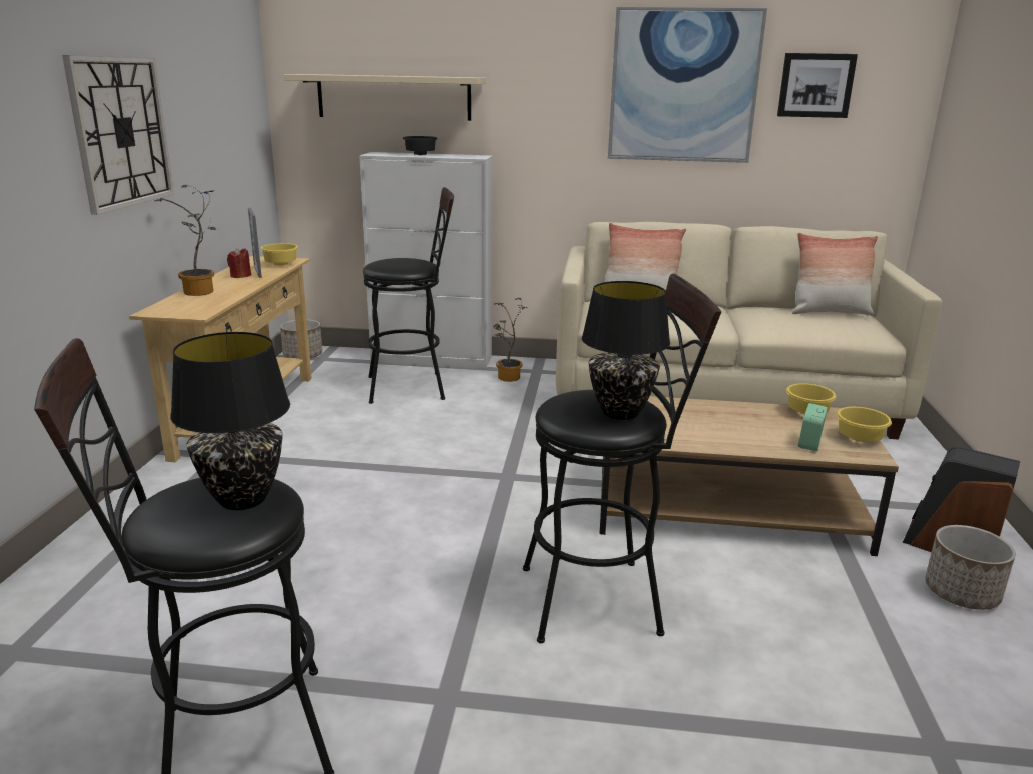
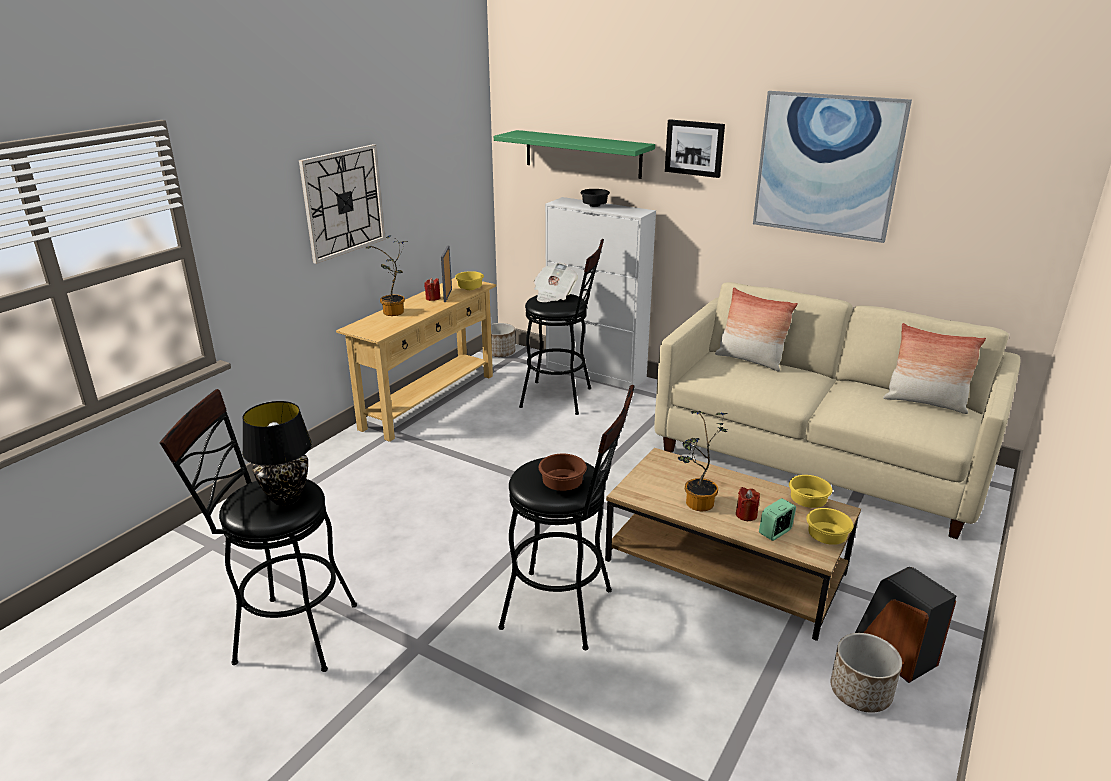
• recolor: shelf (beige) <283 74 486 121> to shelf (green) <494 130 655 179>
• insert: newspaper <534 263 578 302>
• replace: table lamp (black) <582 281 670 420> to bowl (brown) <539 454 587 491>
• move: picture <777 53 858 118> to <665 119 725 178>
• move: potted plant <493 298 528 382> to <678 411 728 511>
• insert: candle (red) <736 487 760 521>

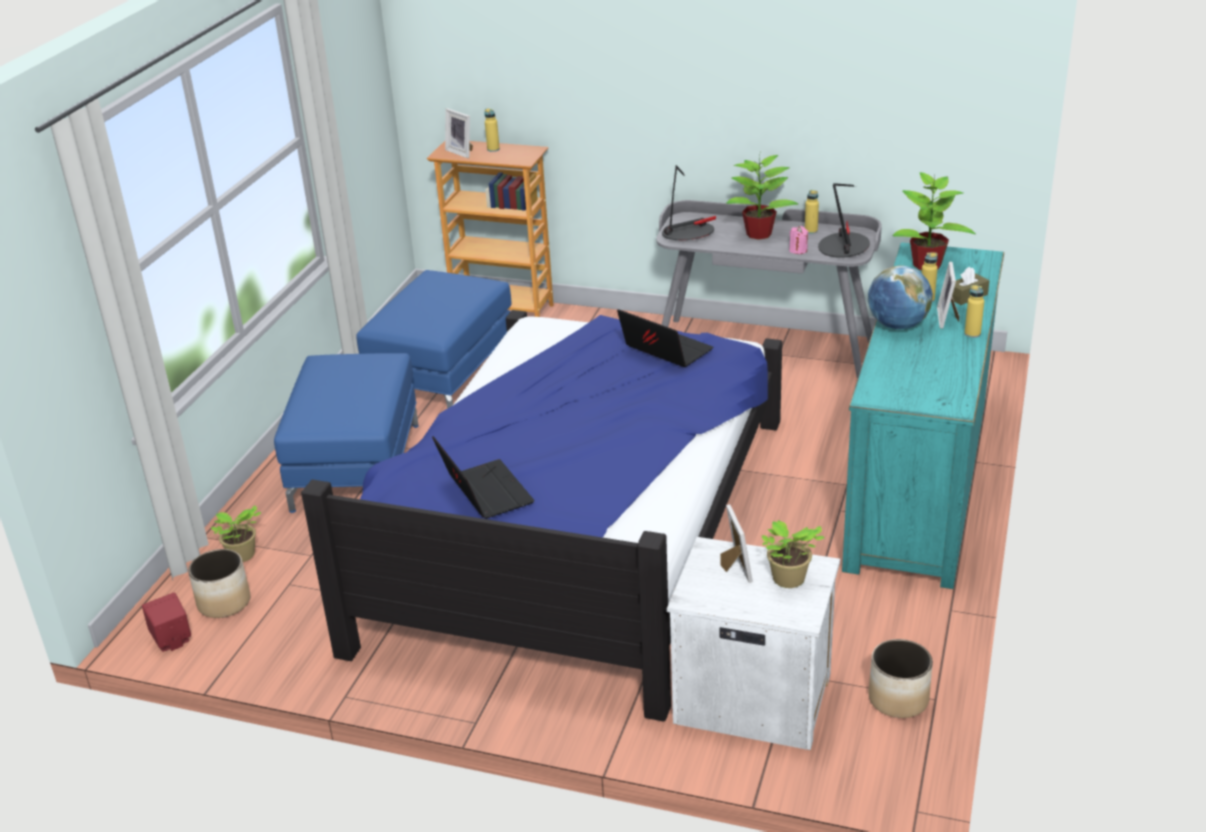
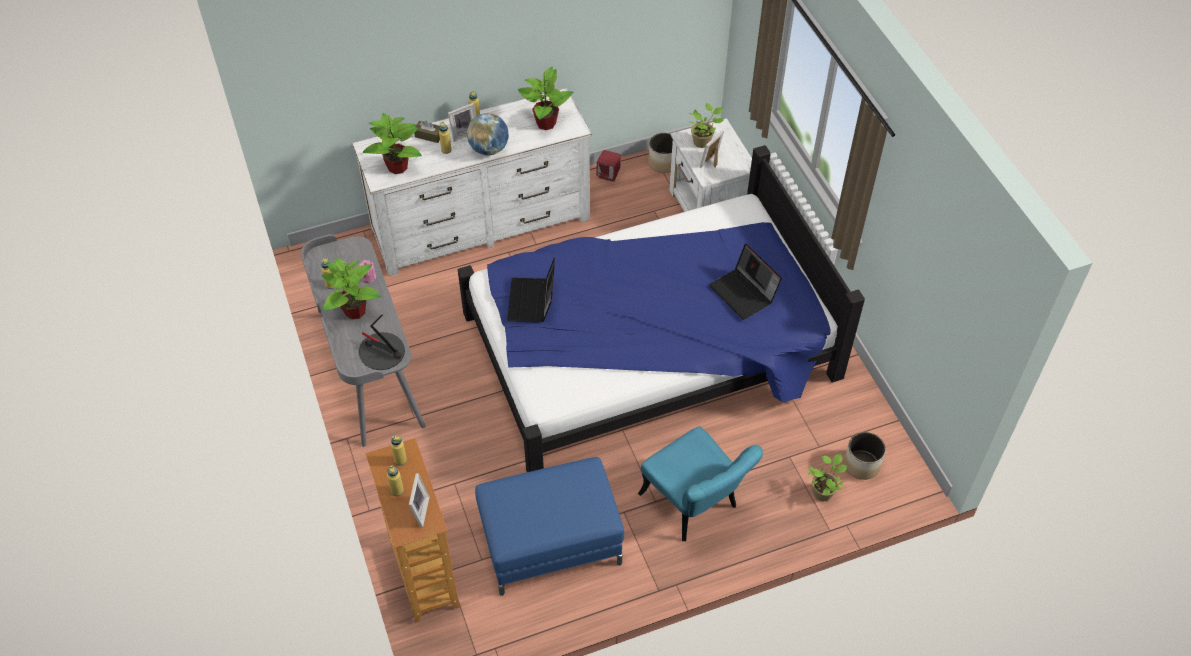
• recolor: dresser (turquoise) <842 242 1004 589> to dresser (white) <352 88 592 276>
• insert: bottle (yellow) <390 435 407 466>
• insert: potted plant <518 67 574 130>
• move: speaker (red) <142 593 191 652> to <596 150 621 182>
• replace: ottoman (blue) <274 353 418 513> to chair (turquoise) <638 426 763 541>
• rotate: laptop <432 436 535 519> = <709 244 782 320> 60 degrees counterclockwise
• delete: table lamp <818 183 870 258>

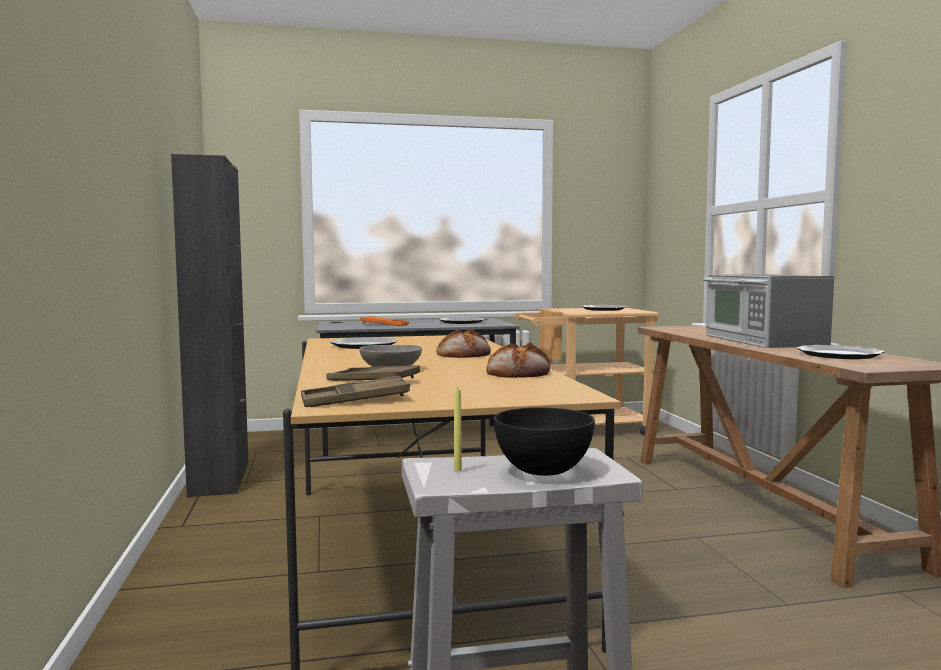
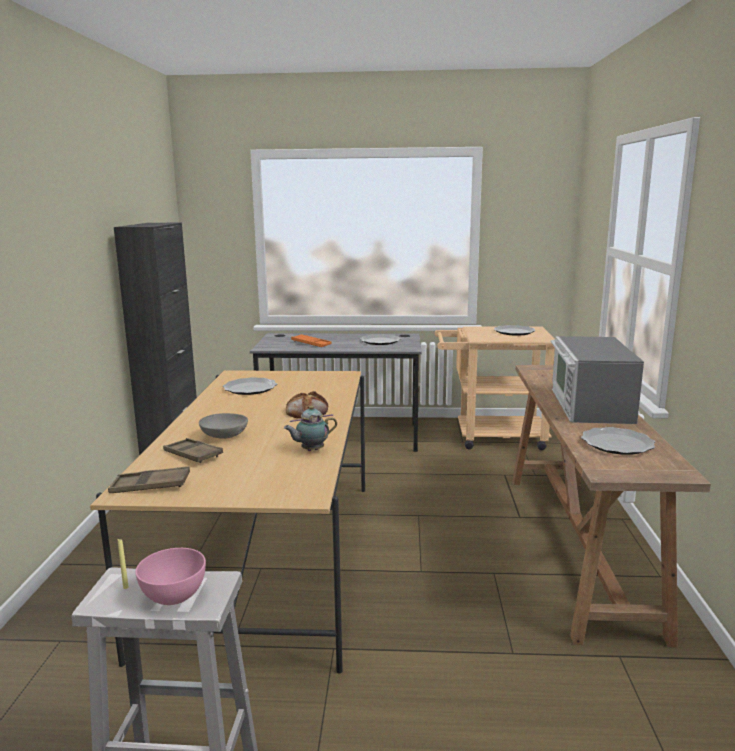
• recolor: bowl (black) <494 407 595 476> to bowl (pink) <135 548 206 605>
• replace: bread <486 343 550 378> to teapot <284 406 337 451>

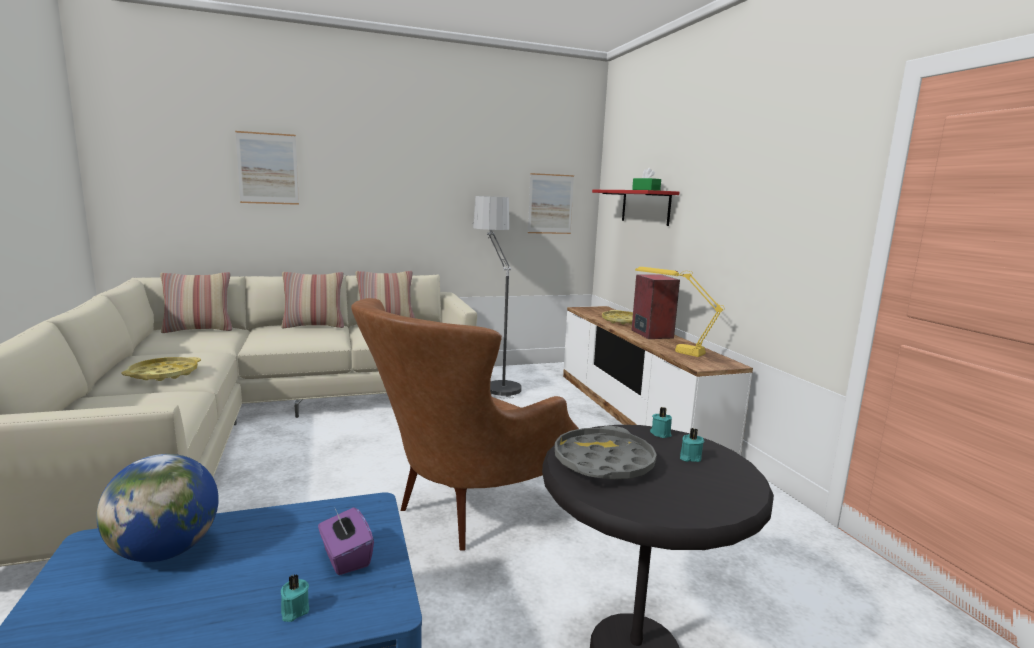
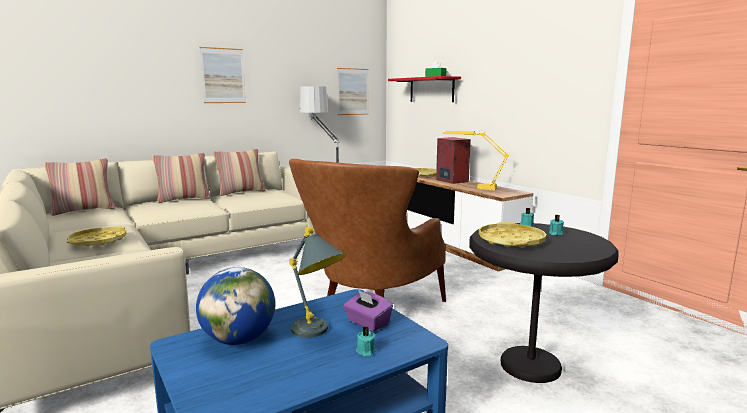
• move: picture <235 131 299 205> to <199 47 246 103>
• insert: table lamp (grey) <289 226 346 338>
• recolor: tray (grey) <555 426 657 480> to tray (yellow) <479 222 546 248>

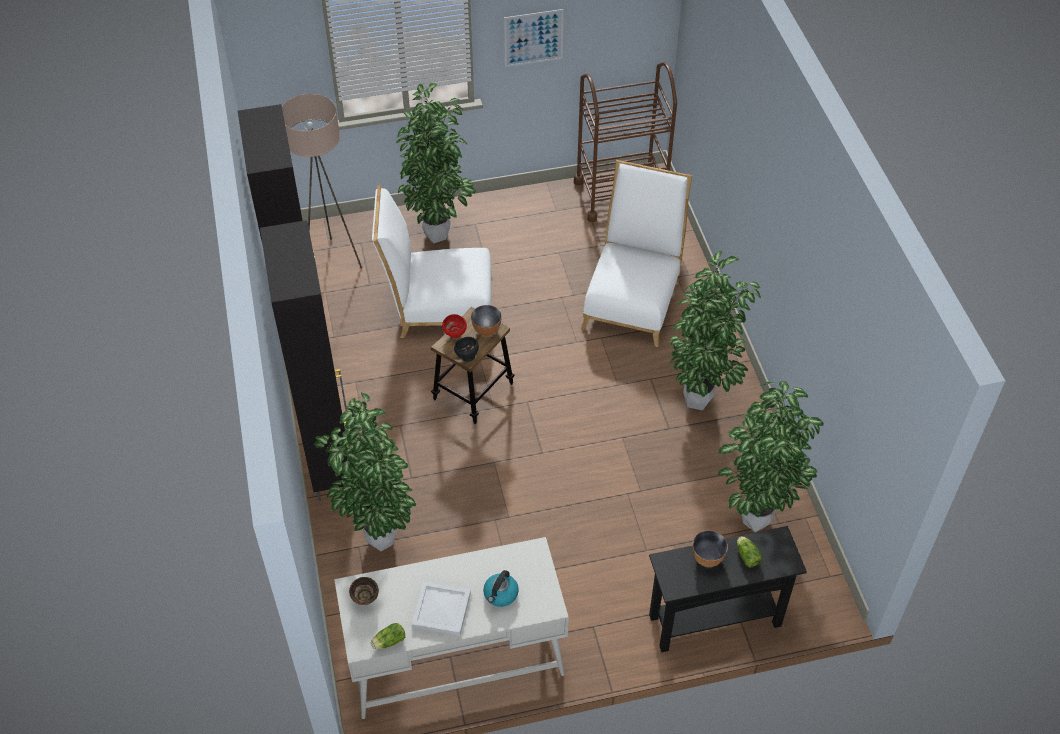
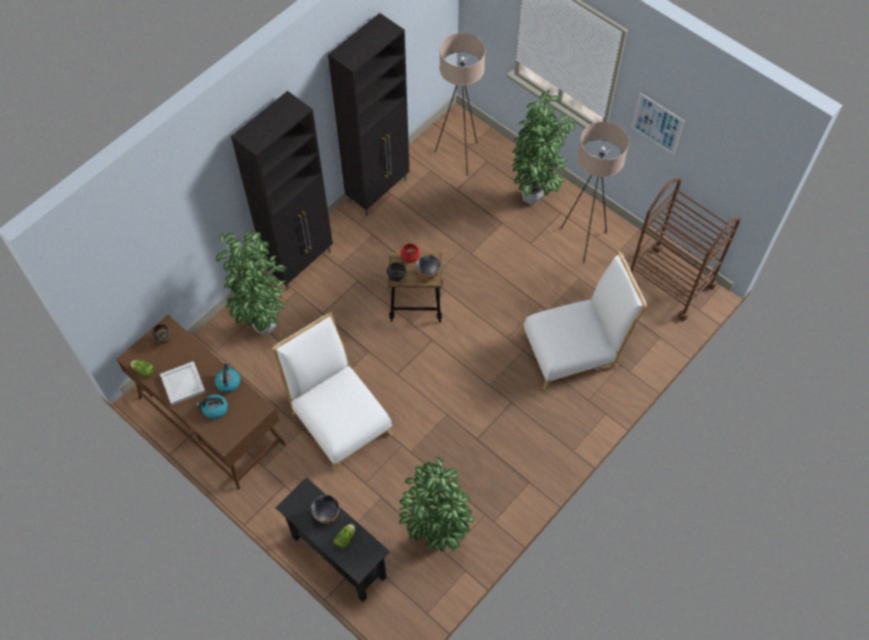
• recolor: desk (white) <334 537 569 719> to desk (brown) <117 315 285 490>
• insert: kettle <215 362 241 393>
• move: chair (white) <372 185 493 338> to <271 312 394 473>
• insert: floor lamp (beige) <560 122 629 263>
• delete: potted plant <669 251 761 411>

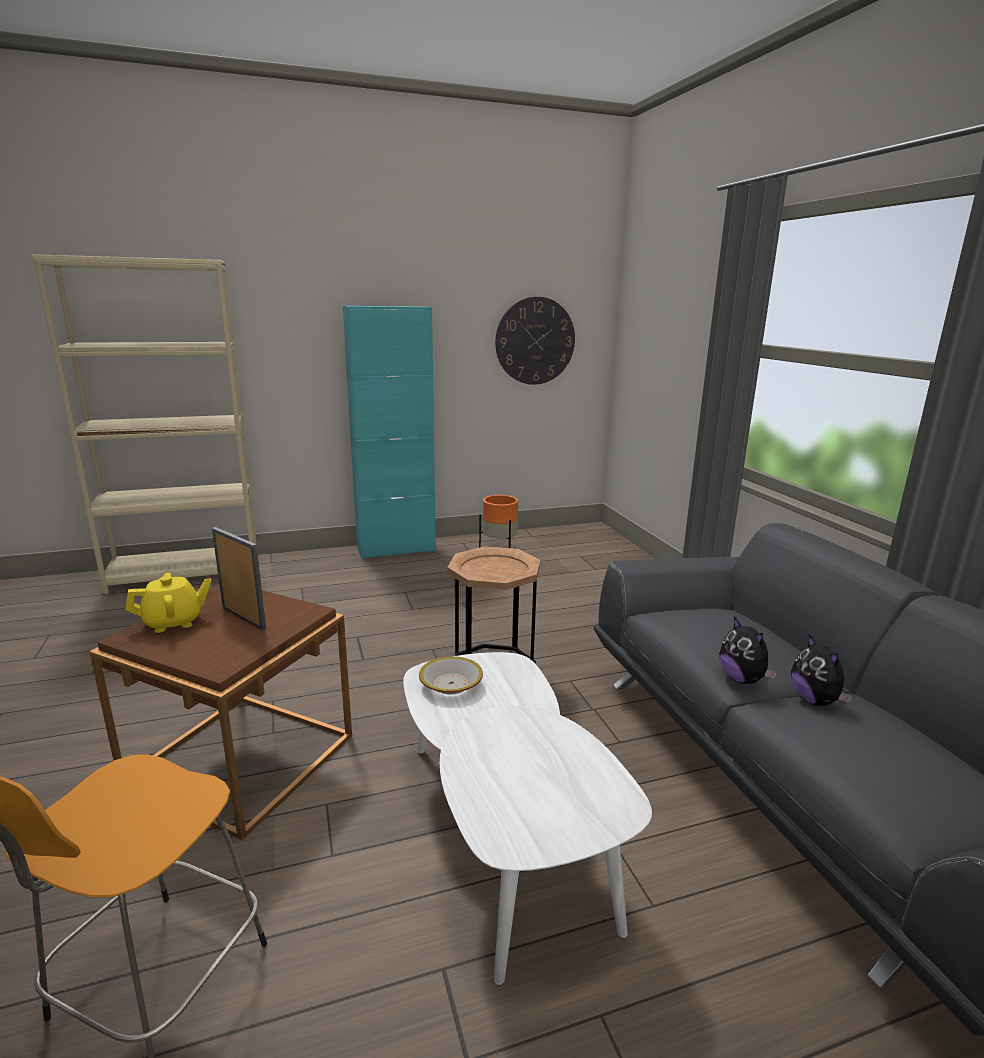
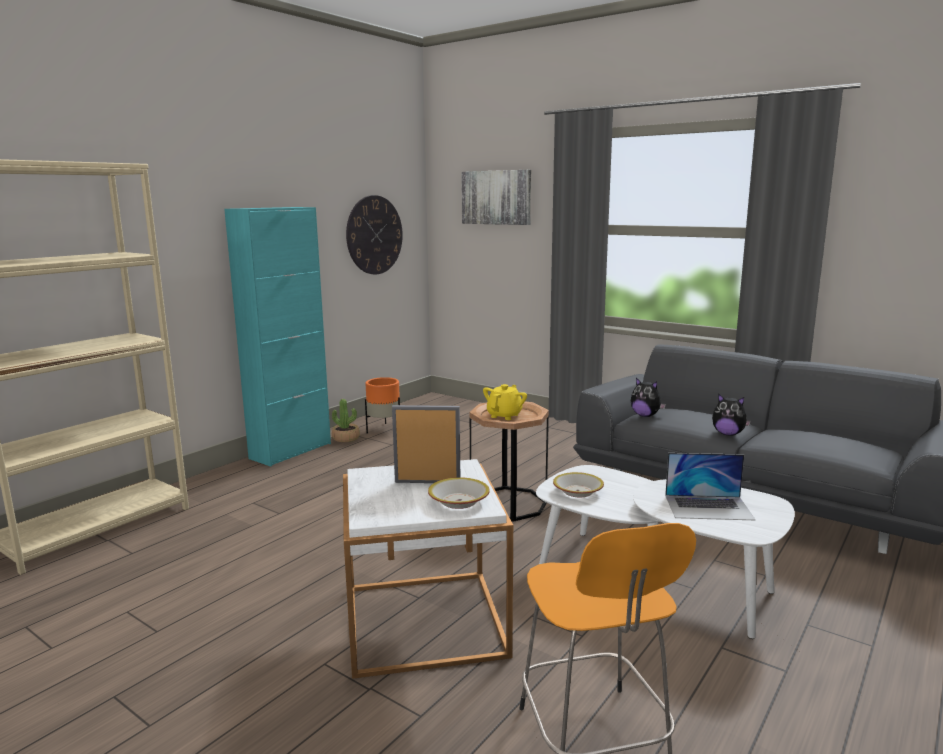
• insert: potted plant <332 399 360 442>
• recolor: side table (brown) <89 584 352 840> to side table (white) <343 459 513 679>
• insert: bowl <428 477 490 509>
• insert: picture <461 170 531 225>
• move: teapot (yellow) <125 573 211 633> to <483 384 527 420>
• move: plush toy <791 634 852 706> to <631 378 666 417>
• insert: laptop <665 453 755 520>

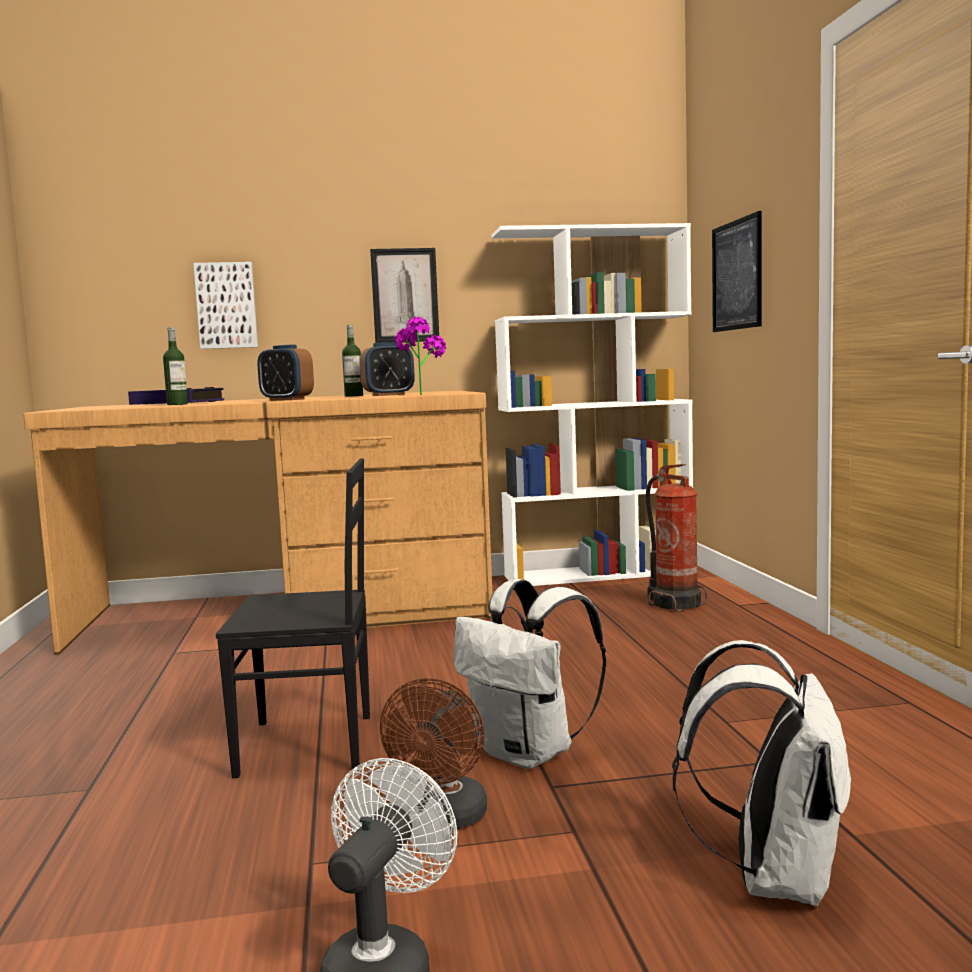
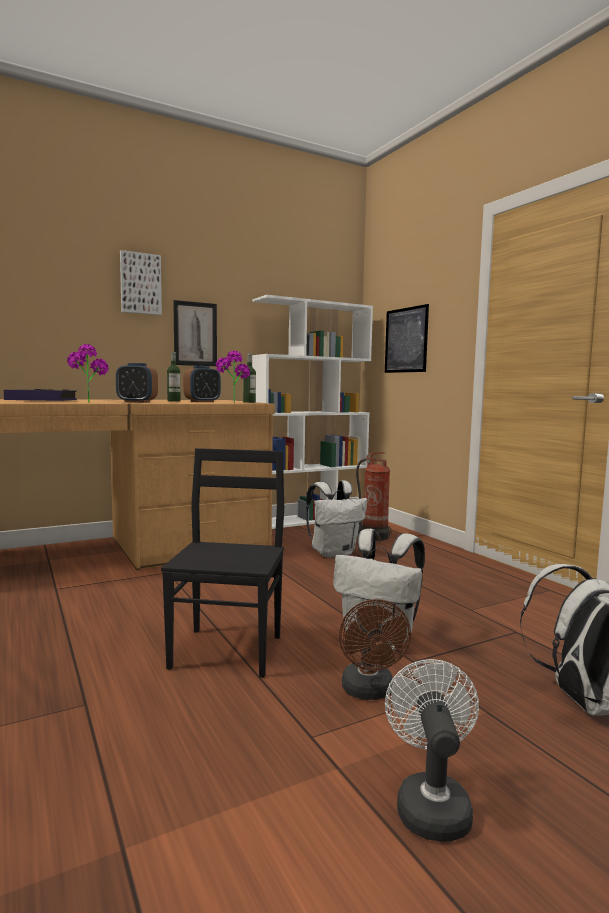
• insert: potted plant <67 344 109 403>
• move: picture <193 262 258 349> to <120 250 162 315>
• rotate: chair (black) <216 458 370 778> = <161 448 284 677> 60 degrees counterclockwise
• move: bottle <163 327 188 405> to <243 353 256 403>
• insert: backpack (white) <306 480 368 558>

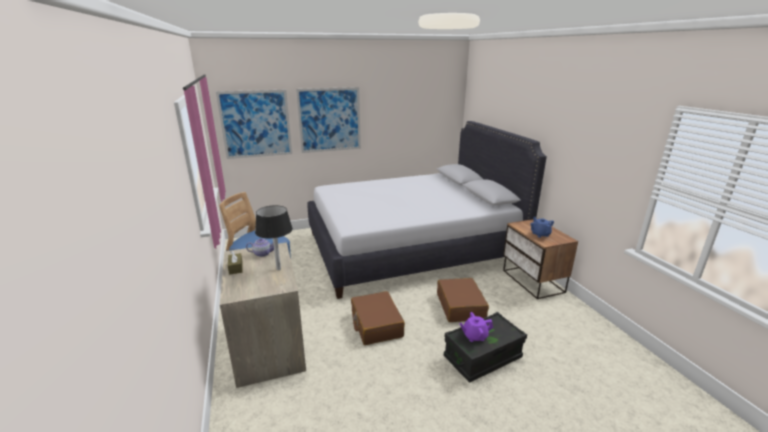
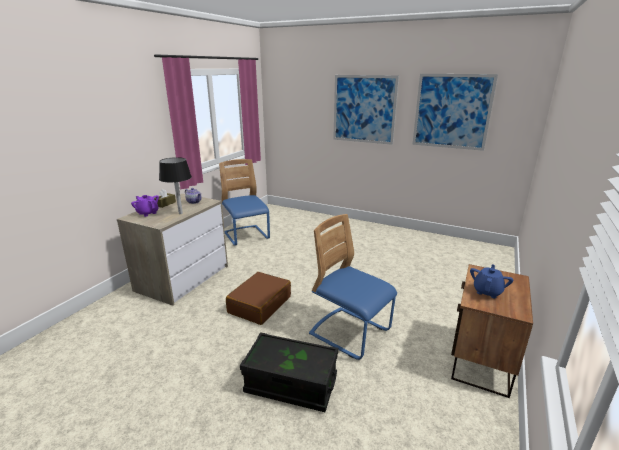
• move: teapot (purple) <459 312 493 342> to <131 195 159 217>
• replace: suitcase (brown) <437 278 489 322> to chair (blue) <309 214 397 360>
• move: picture <216 90 292 159> to <412 74 498 151>
• delete: bed (white) <307 121 547 299>

